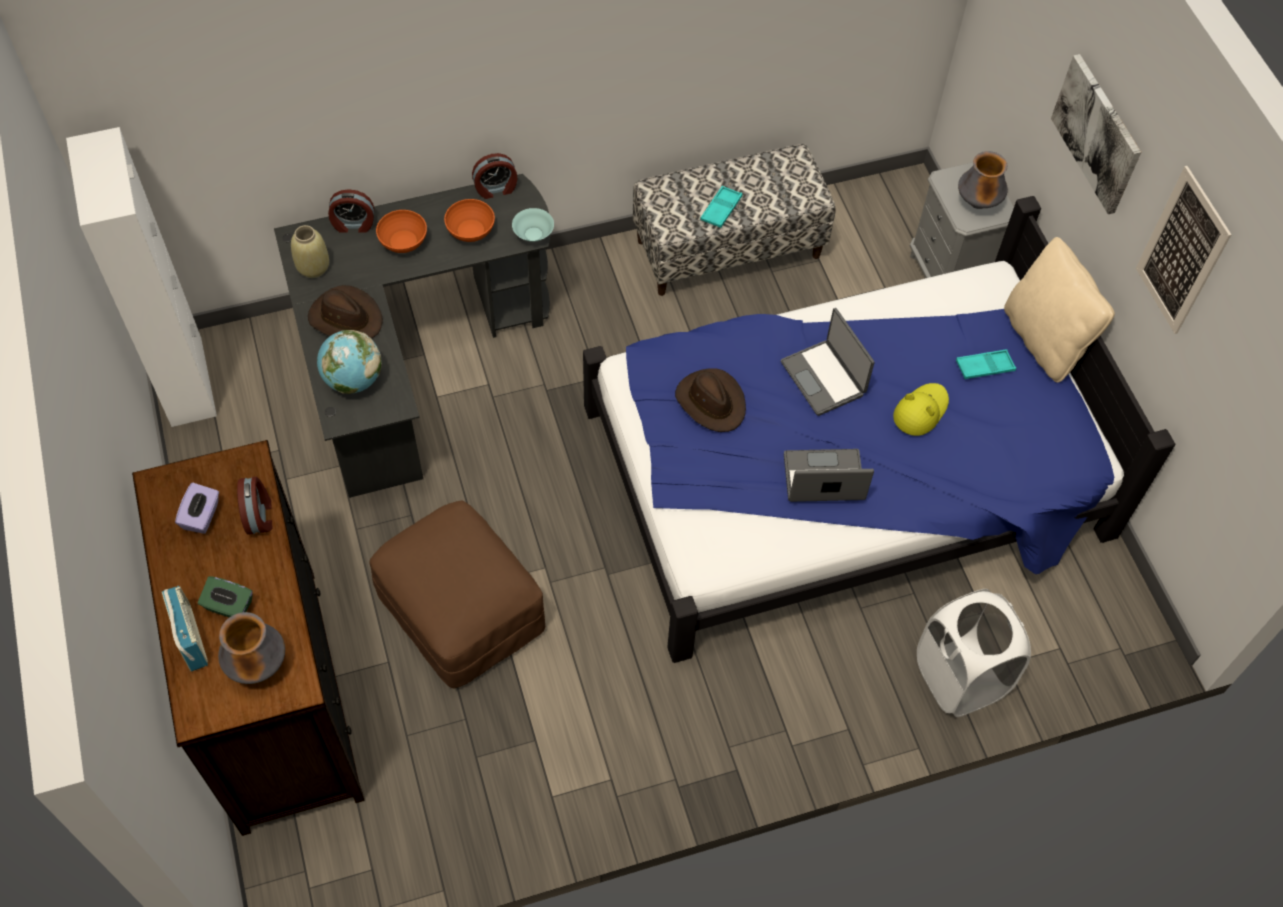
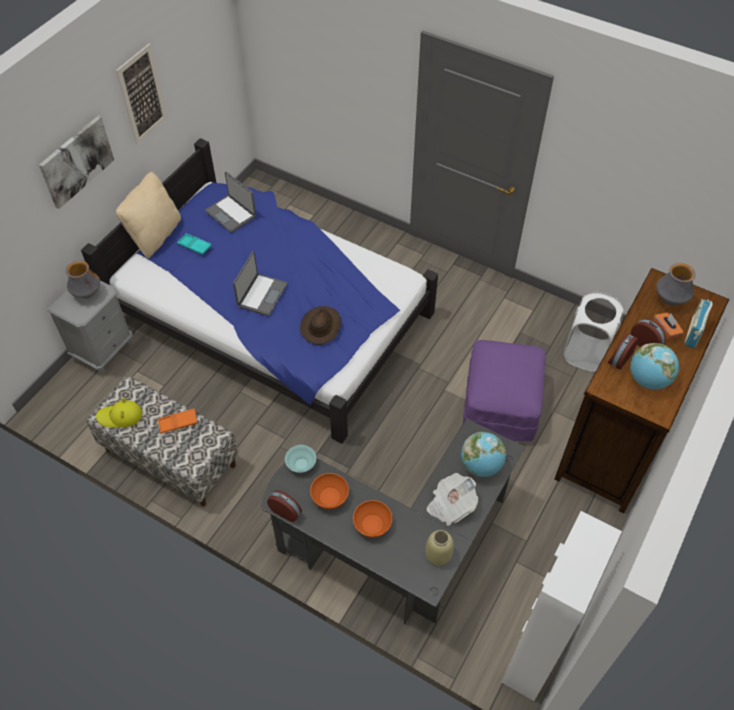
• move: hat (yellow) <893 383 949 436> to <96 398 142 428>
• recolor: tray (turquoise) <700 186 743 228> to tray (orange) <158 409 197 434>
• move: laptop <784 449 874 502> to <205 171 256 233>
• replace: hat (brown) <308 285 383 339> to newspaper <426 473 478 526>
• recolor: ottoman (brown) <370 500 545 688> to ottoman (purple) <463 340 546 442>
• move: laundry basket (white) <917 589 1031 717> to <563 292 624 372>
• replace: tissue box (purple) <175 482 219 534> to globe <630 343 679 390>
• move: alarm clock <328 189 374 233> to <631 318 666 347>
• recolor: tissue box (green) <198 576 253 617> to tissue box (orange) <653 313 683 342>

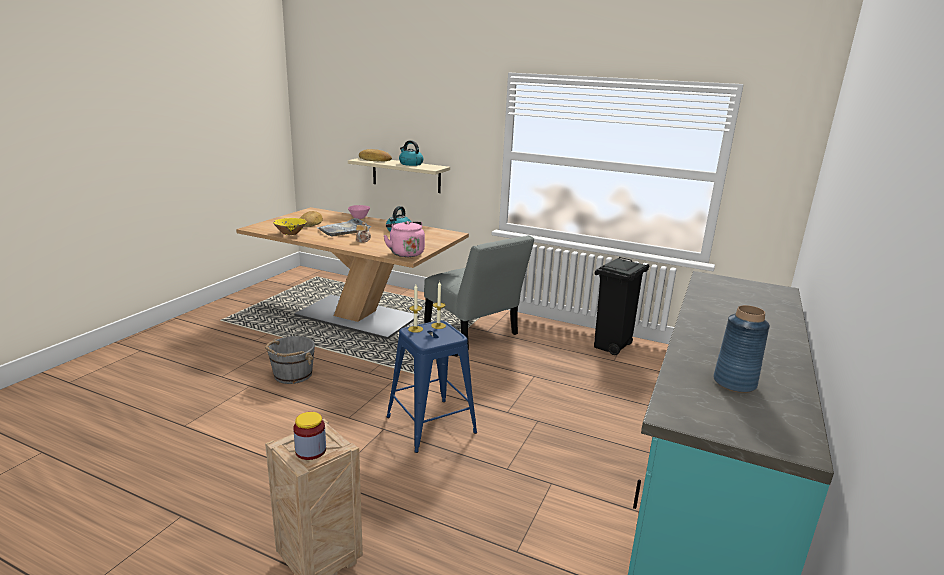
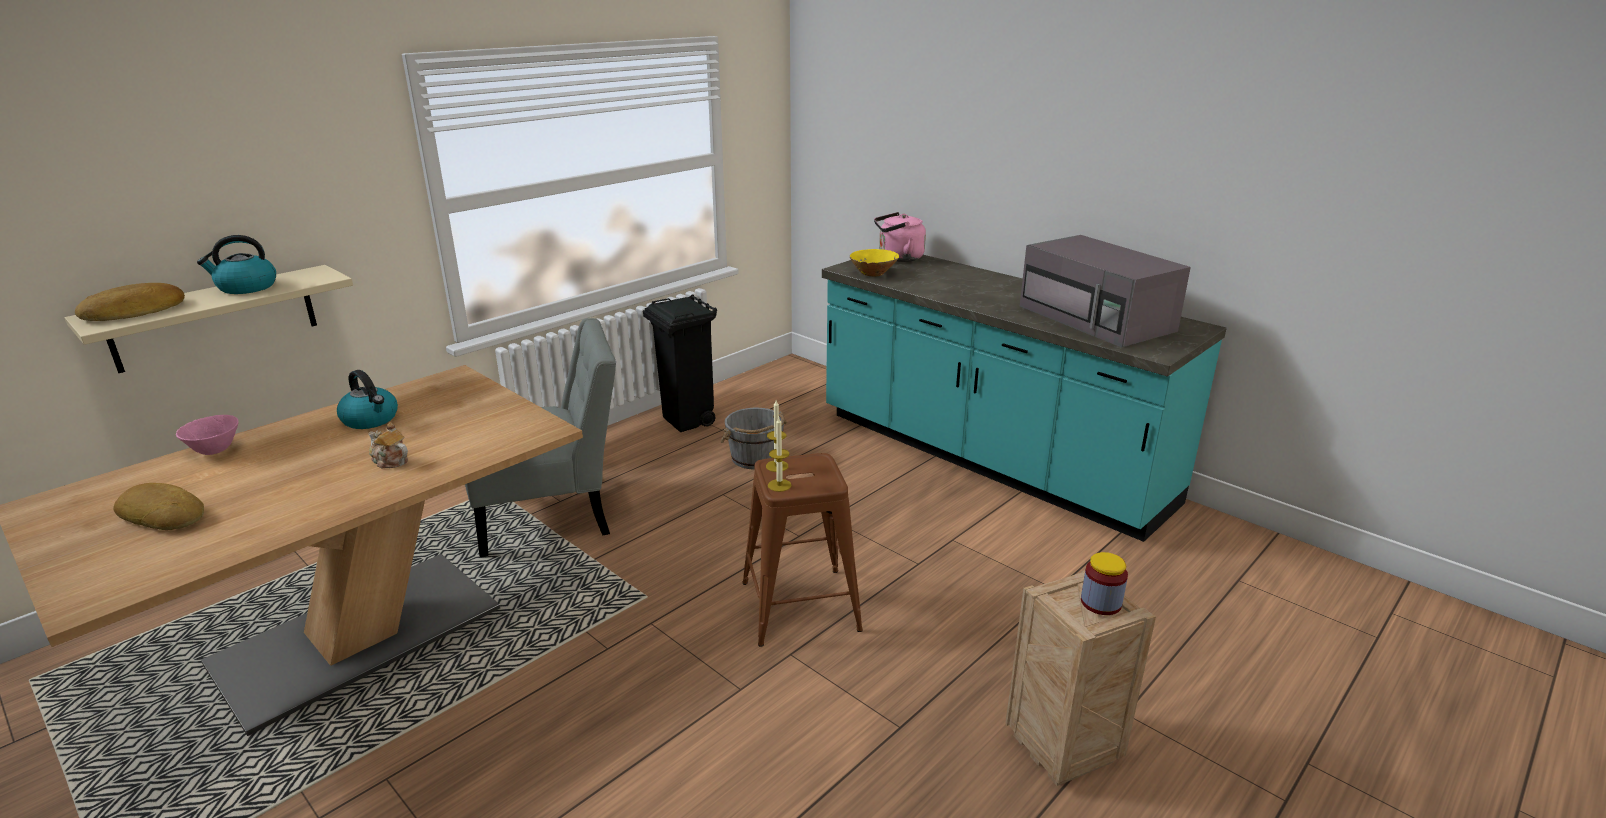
• move: bucket (grey) <265 336 315 384> to <720 408 787 469>
• recolor: stool (blue) <387 320 477 453> to stool (brown) <742 453 863 647>
• move: bowl (yellow) <273 218 307 235> to <850 249 899 276>
• move: kettle (pink) <383 221 425 257> to <874 212 926 262>
• replace: vase (blue) <713 305 770 393> to microwave (grey) <1020 235 1191 348>
• delete: tray (grey) <316 218 371 236>

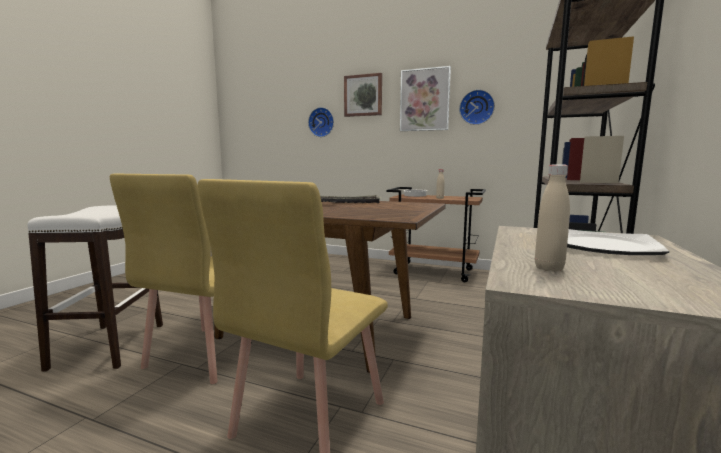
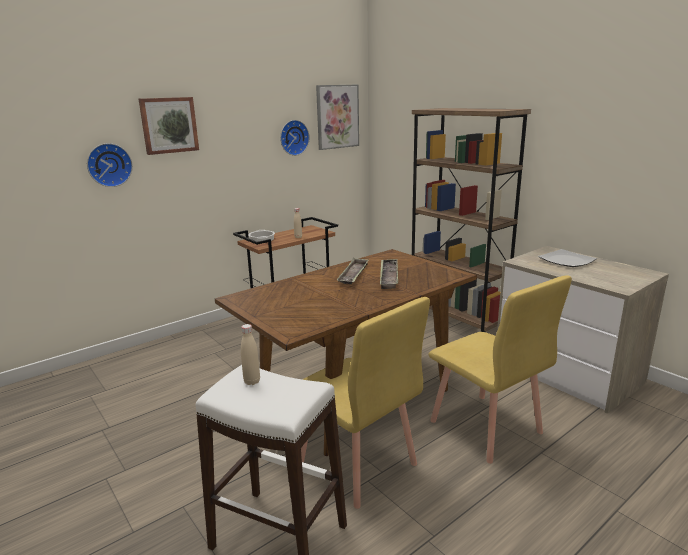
• move: bottle (beige) <535 164 570 272> to <241 324 260 385>
• move: picture <400 66 451 131> to <316 85 359 150>
• insert: tray <380 259 398 289>

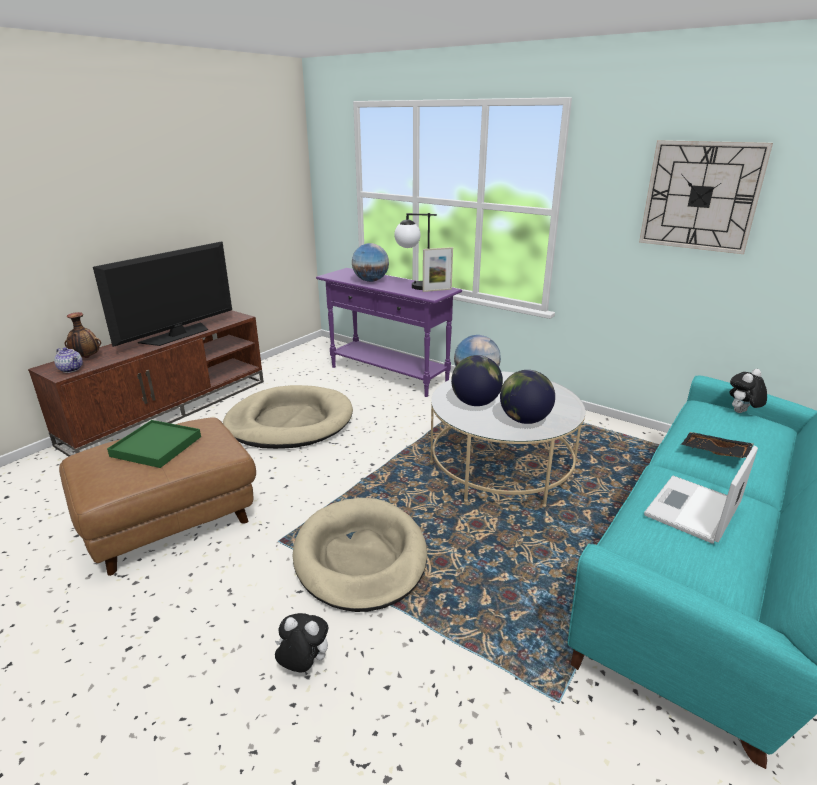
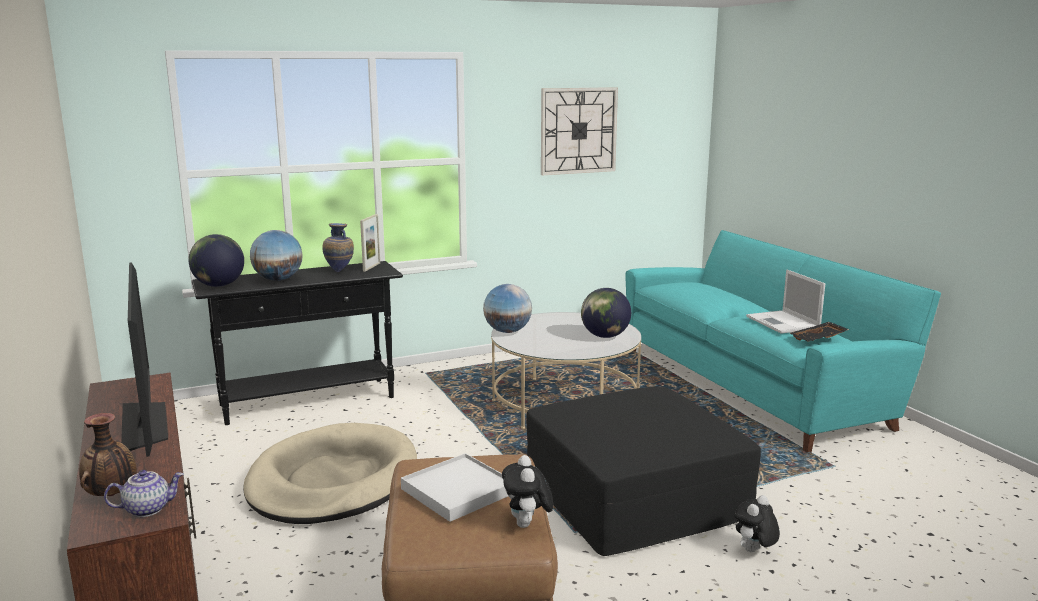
• move: globe <451 355 503 406> to <188 234 244 287>
• recolor: console table (purple) <316 268 462 397> to console table (black) <192 261 403 425>
• replace: table lamp <394 213 437 290> to vase <322 223 354 272>
• recolor: tray (green) <107 420 201 468> to tray (white) <401 453 508 522>
• move: plush toy <729 369 767 413> to <502 455 553 528>
• replace: dog bed (beige) <293 498 427 612> to ottoman (black) <527 386 761 556>
• move: tray (black) <681 432 754 458> to <789 322 850 342>

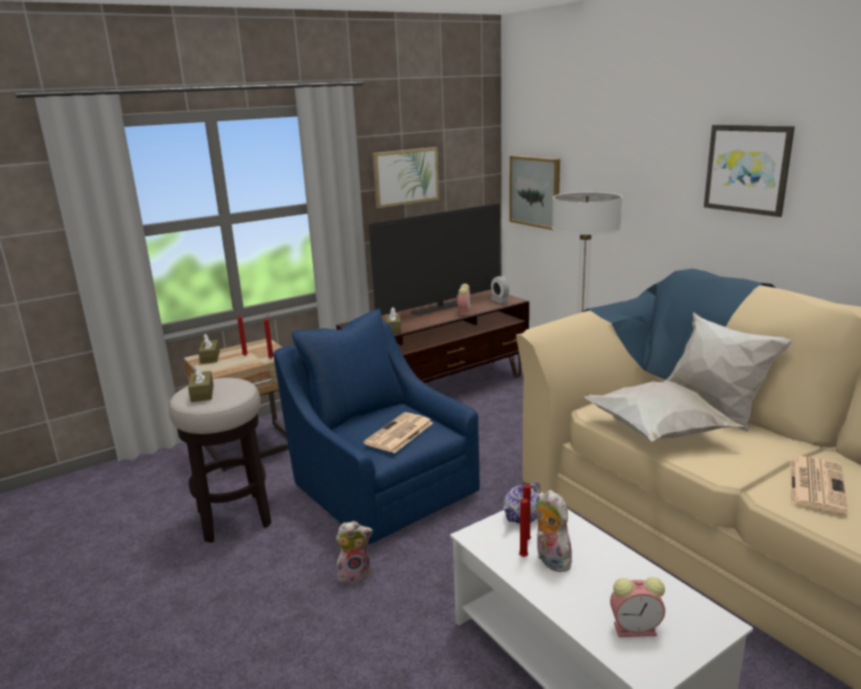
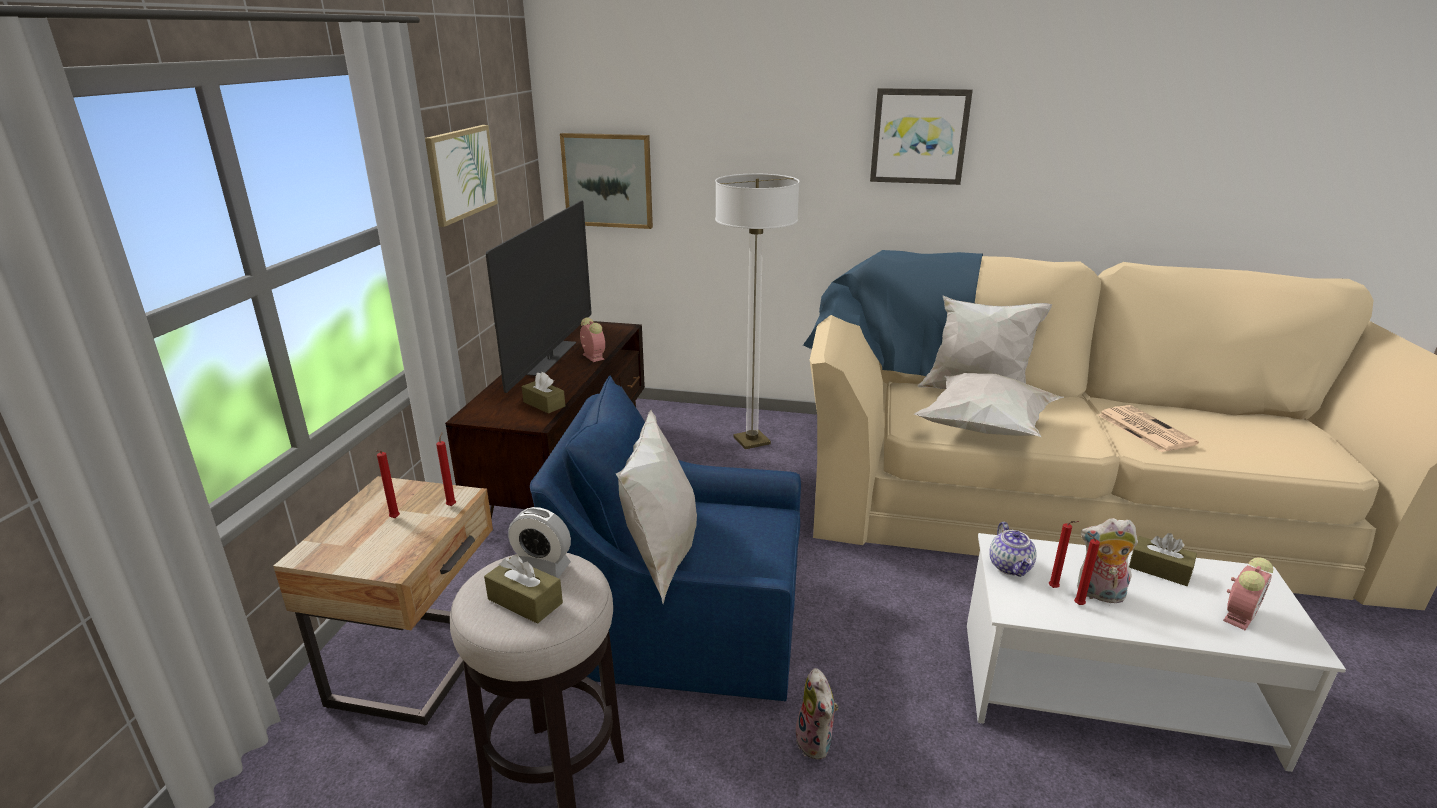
• move: alarm clock <491 276 510 303> to <508 507 571 578>
• insert: pillow (white) <616 410 697 604>
• rotate: plush toy <336 521 373 584> = <796 668 838 760> 135 degrees clockwise
• move: tissue box (brown) <198 334 220 364> to <1129 533 1197 586>
• delete: newspaper <363 412 433 453>

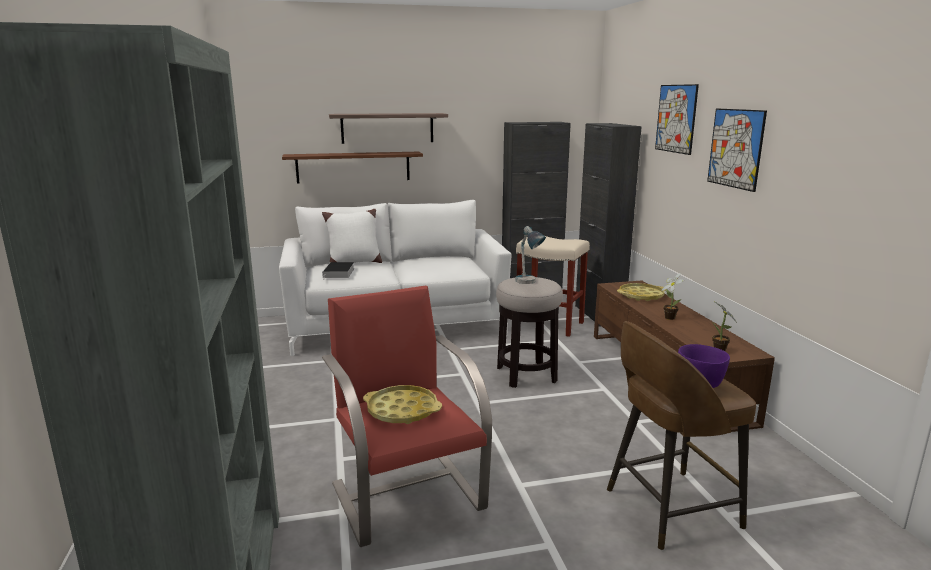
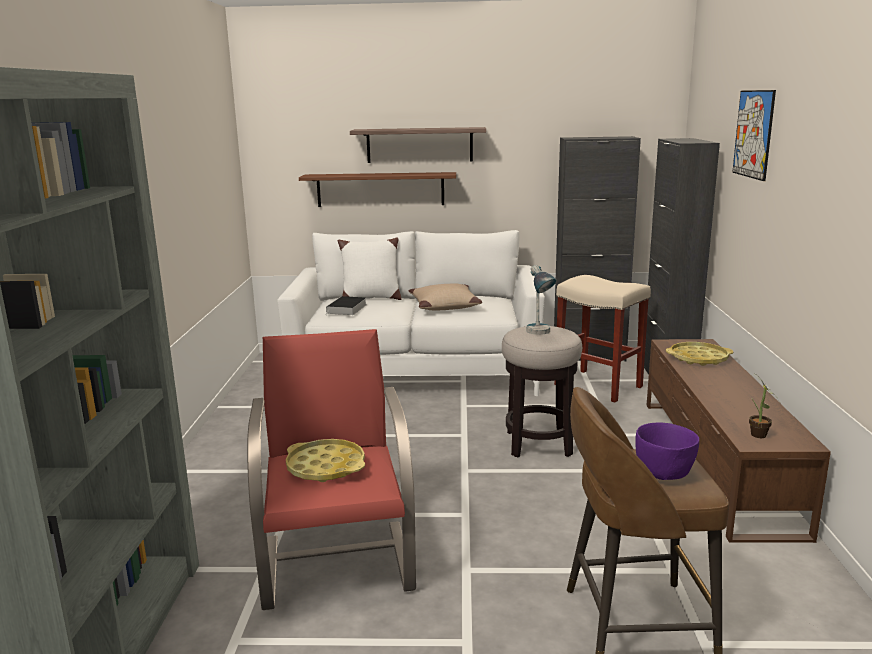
• insert: pillow (beige) <409 284 482 310>
• delete: potted plant <661 273 684 320>
• delete: picture <707 109 767 192>

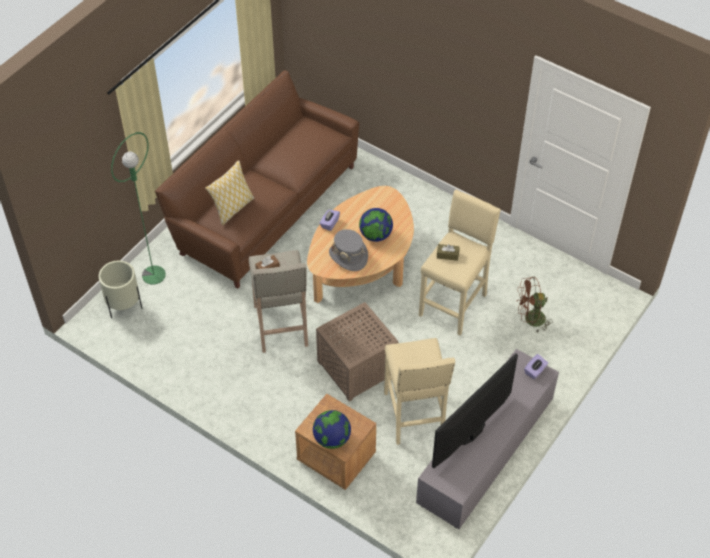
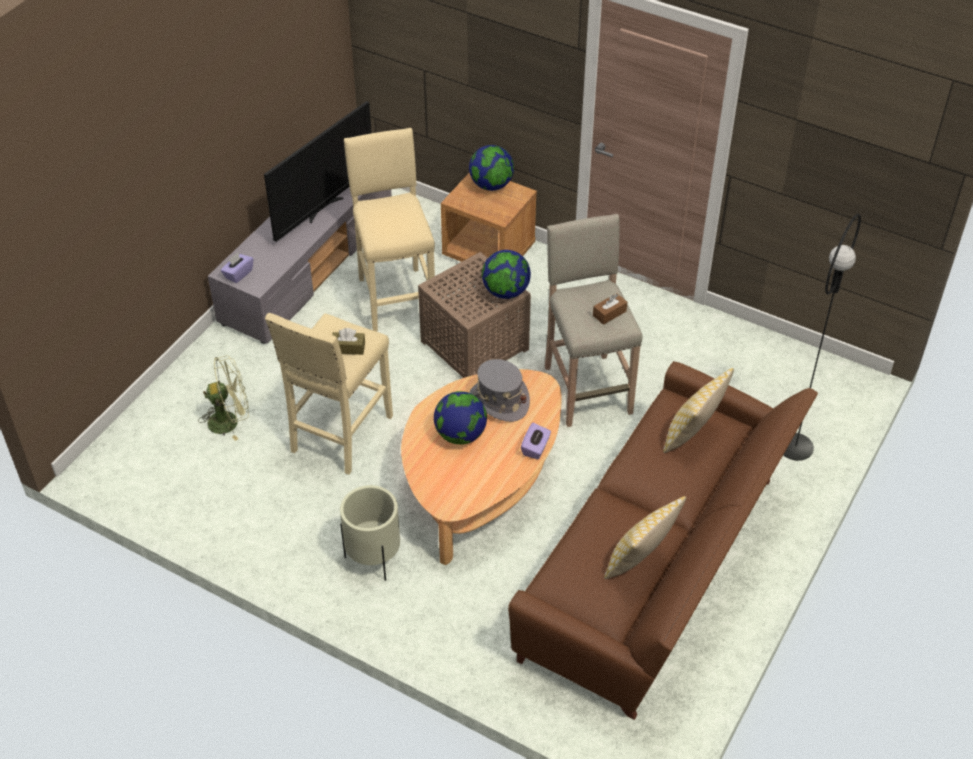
• recolor: fan (brown) <516 277 553 332> to fan (green) <198 355 249 441>
• move: planter (beige) <99 261 142 318> to <340 485 400 581>
• insert: globe <482 250 531 299>
• insert: pillow <604 496 686 579>
• recolor: floor lamp (green) <111 132 166 284> to floor lamp (black) <783 213 861 461>

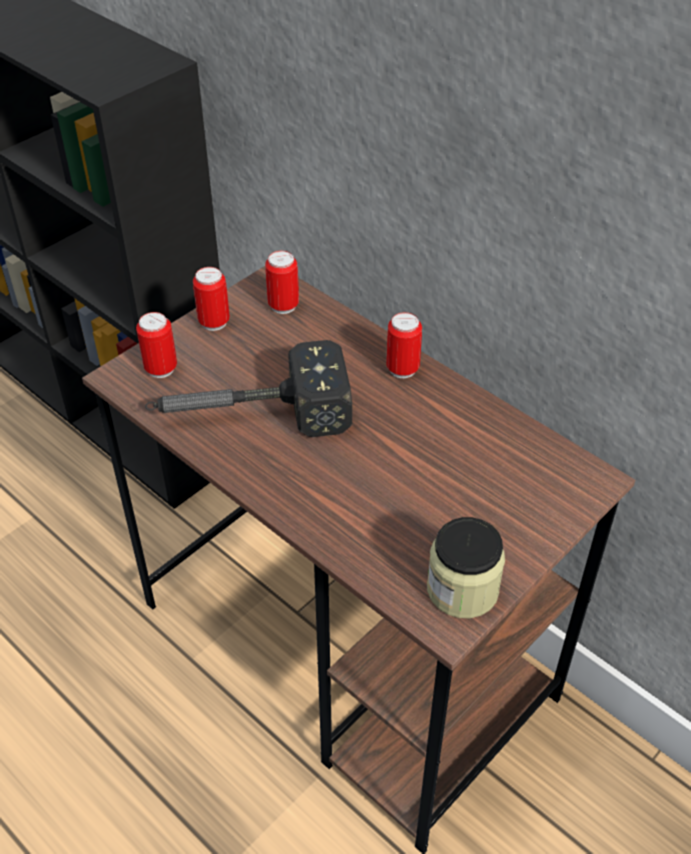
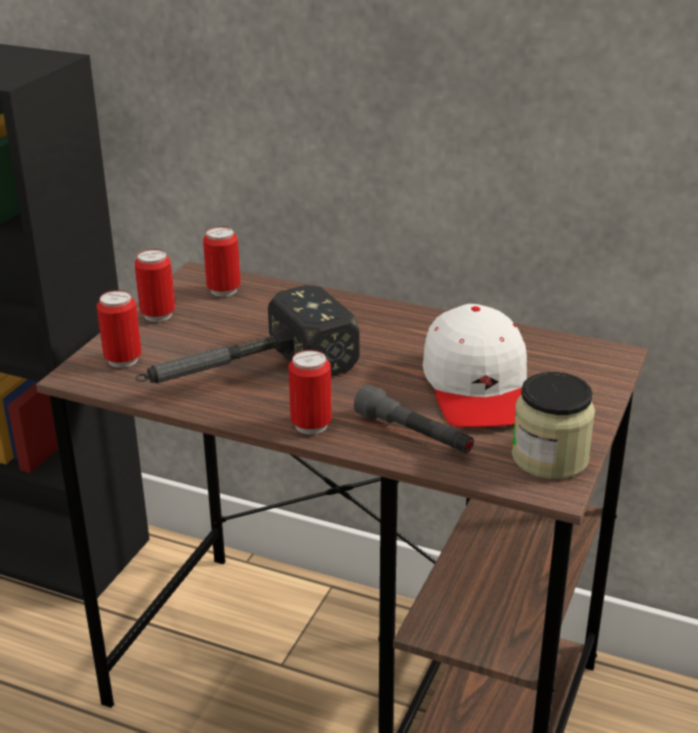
• move: can <386 312 422 378> to <289 350 332 434>
• insert: flashlight (grey) <354 385 474 453>
• insert: cap (white) <423 304 527 427>

